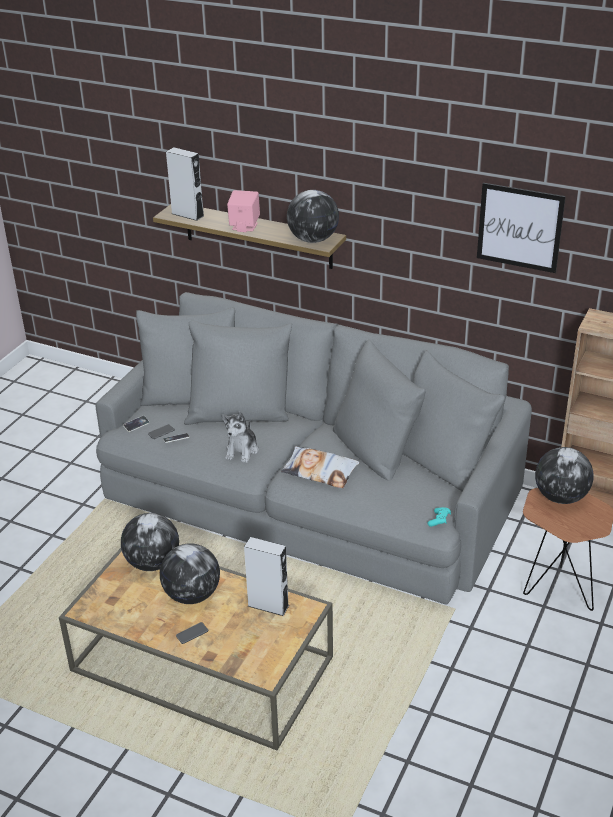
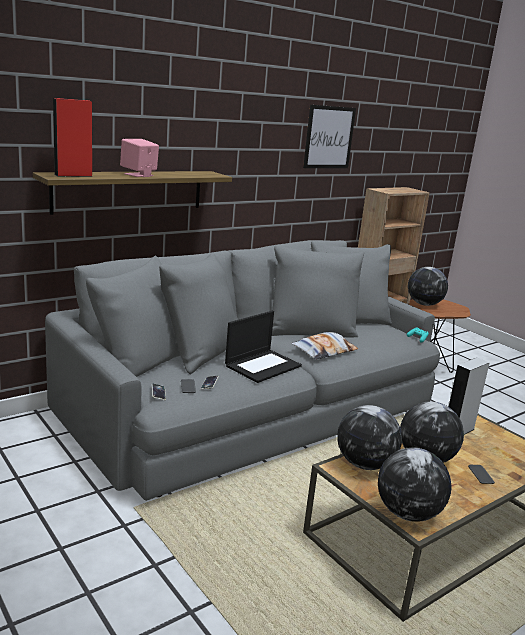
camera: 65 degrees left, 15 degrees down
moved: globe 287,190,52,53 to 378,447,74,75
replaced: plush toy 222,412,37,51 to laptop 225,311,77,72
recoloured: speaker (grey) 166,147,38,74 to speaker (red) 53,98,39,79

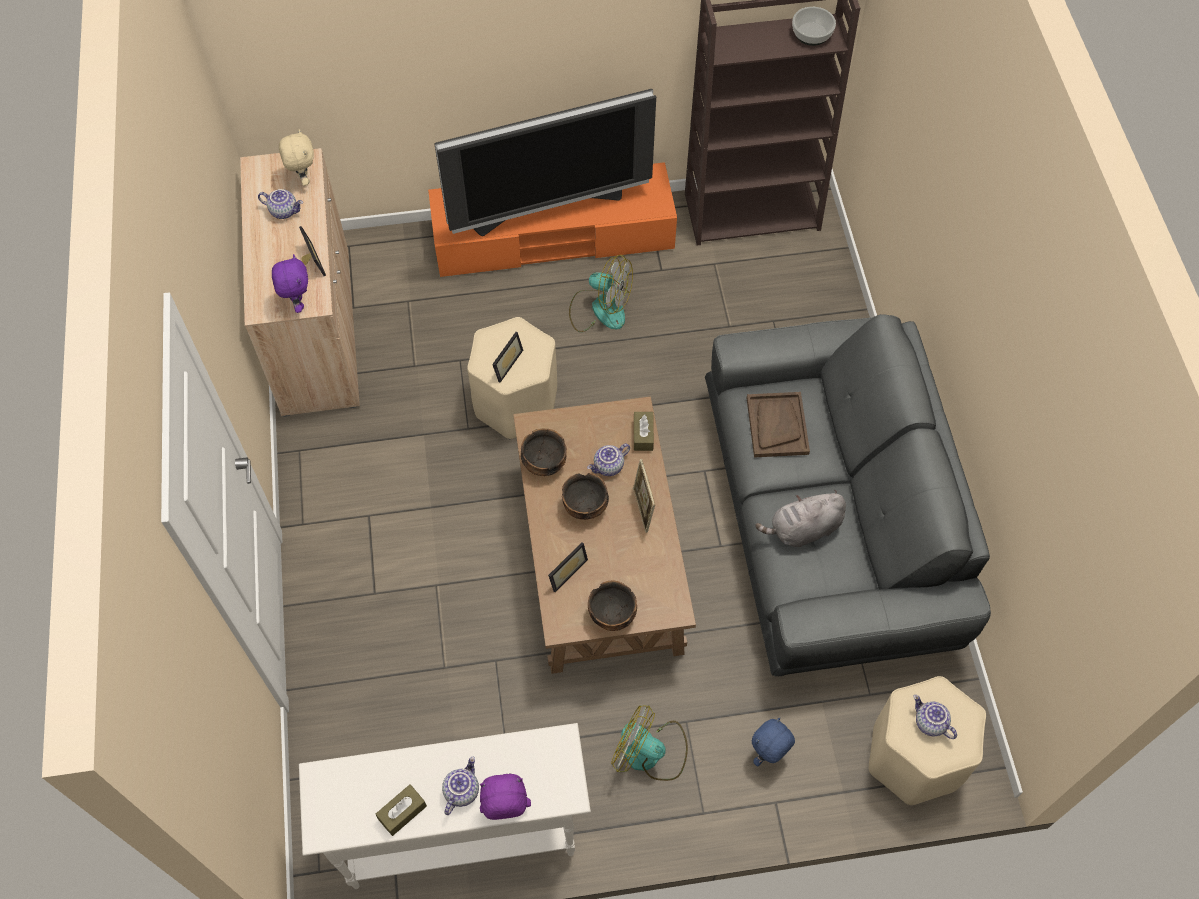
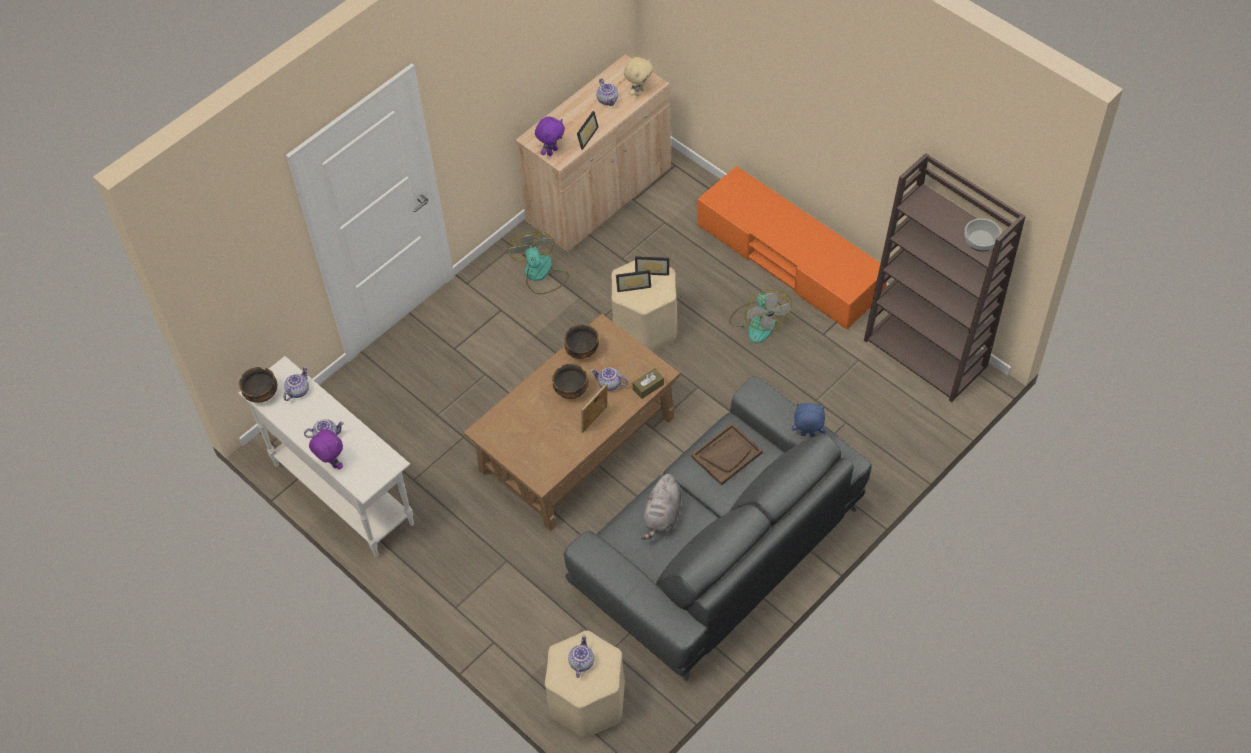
camera: 55 degrees right, 5 degrees down
removed: tissue box (brown) 375,784,52,52; television 434,89,222,147
added: teapot 283,366,26,35
moved: picture frame 548,542,40,50 to 635,256,34,20; bowl 588,580,49,51 to 239,367,38,36; fan 611,705,77,76 to 507,231,62,63; plush toy (blue) 752,718,43,48 to 792,403,33,34
turned: plush toy (grey) 755,490,91,57 = 641,474,41,66 105 degrees counterclockwise

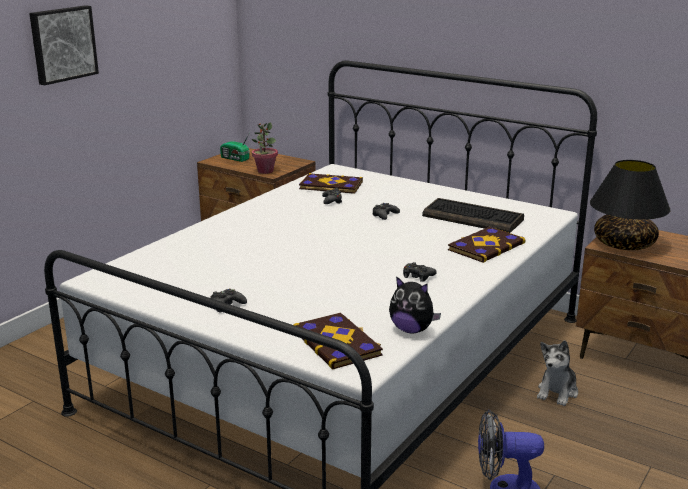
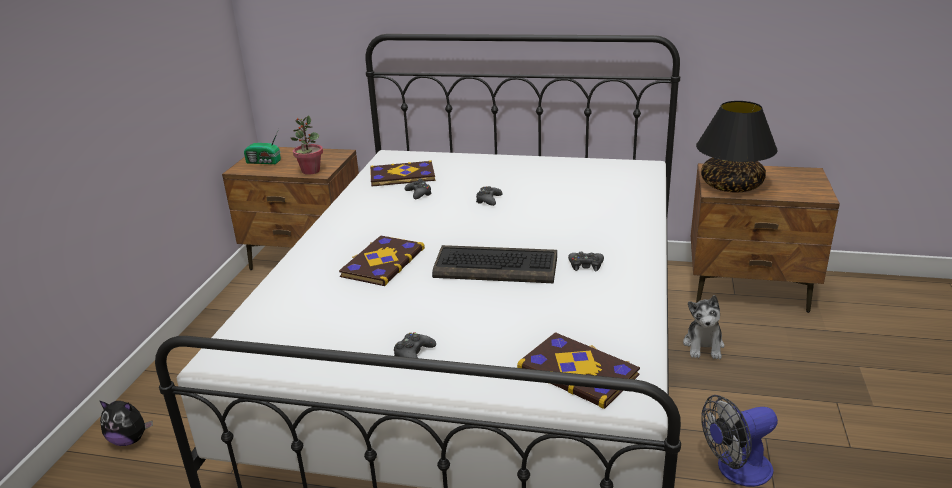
camera: 20 degrees left, 5 degrees up
removed: picture 29,5,70,80
moved: plush toy 389,276,52,58 to 99,400,54,46; keyboard 422,198,102,35 to 432,245,125,38; book 448,227,77,36 to 339,236,86,50

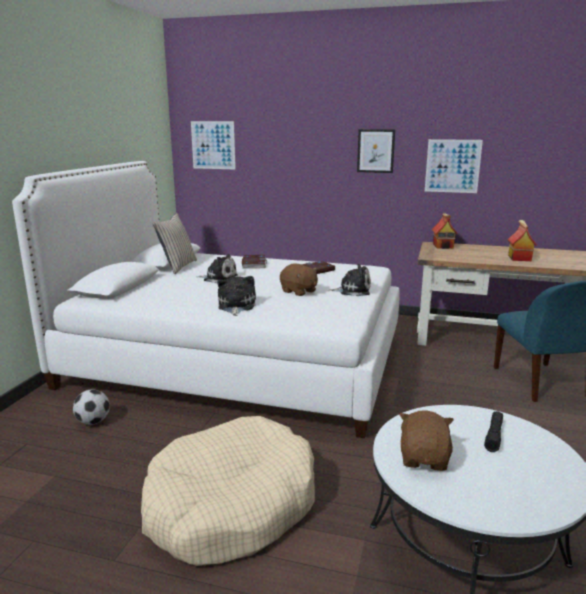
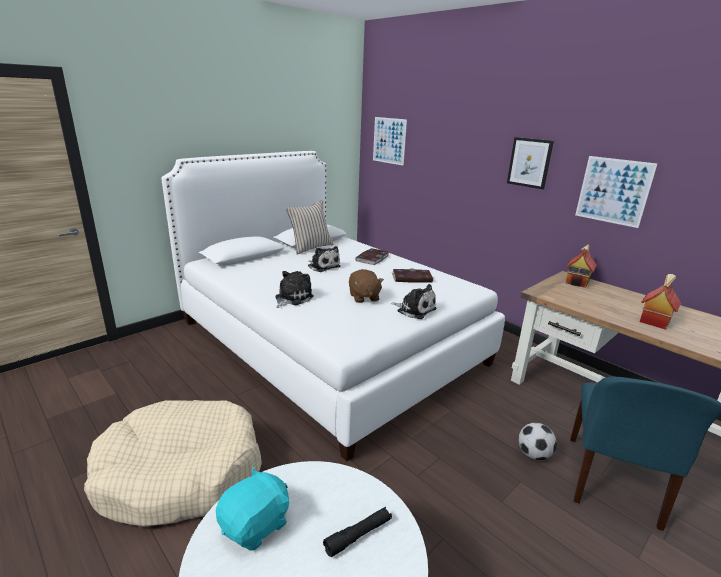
camera: 30 degrees right, 5 degrees up
moved: football 73,389,37,36 to 518,423,39,37
recoloured: plush toy (brown) 399,411,55,60 to plush toy (turquoise) 216,467,73,83

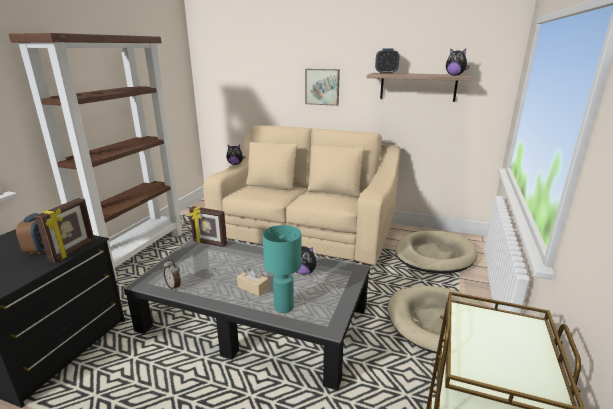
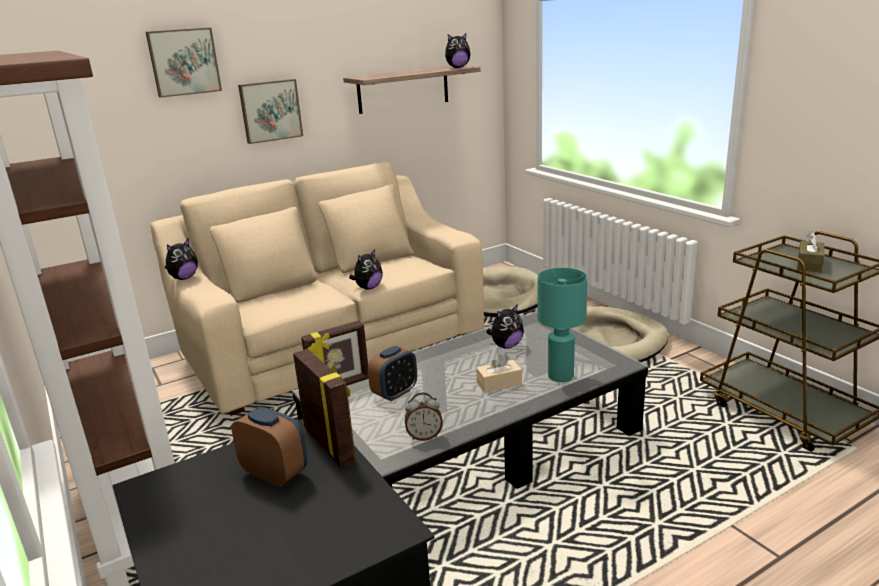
camera: 50 degrees left, 0 degrees up
added: picture 146,28,76,70; plush toy 349,249,34,41; tissue box (brown) 797,231,28,41
moved: alarm clock 375,49,24,25 to 368,346,49,56

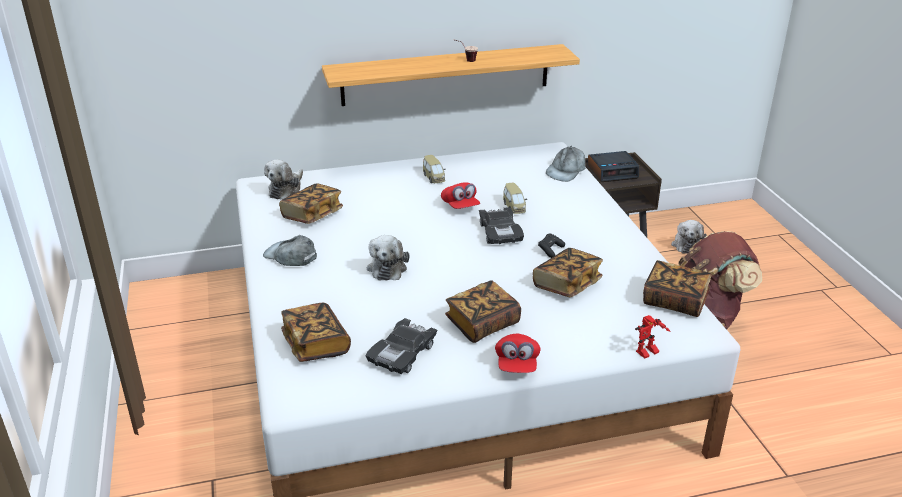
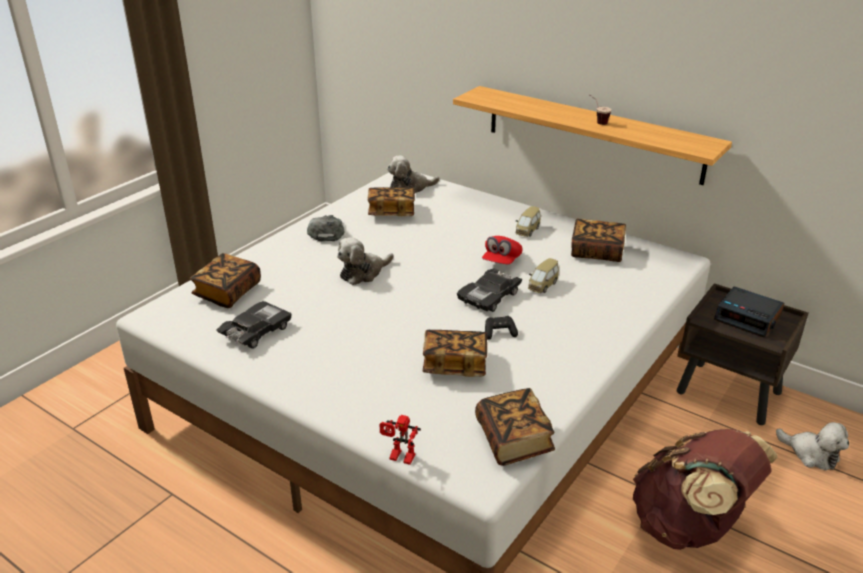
camera: 50 degrees right, 0 degrees up
removed: cap (red) 495,334,46,39; cap (grey) 546,146,40,36
moved: book 445,280,76,63 to 571,219,55,43
turned: toy car (black) 365,318,72,56 = 216,301,76,48 135 degrees clockwise; plush toy 671,220,36,34 = 776,422,73,48 105 degrees counterclockwise

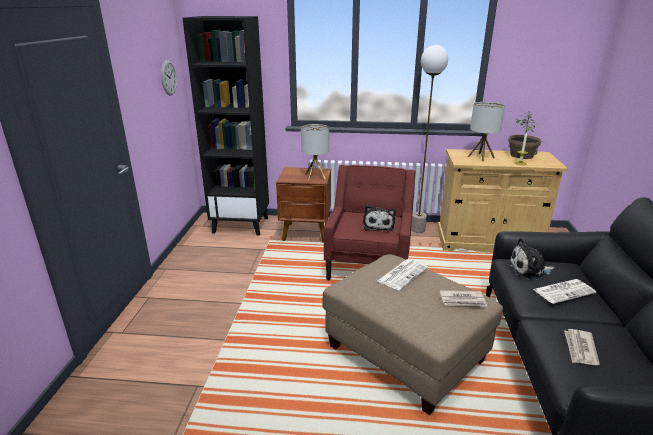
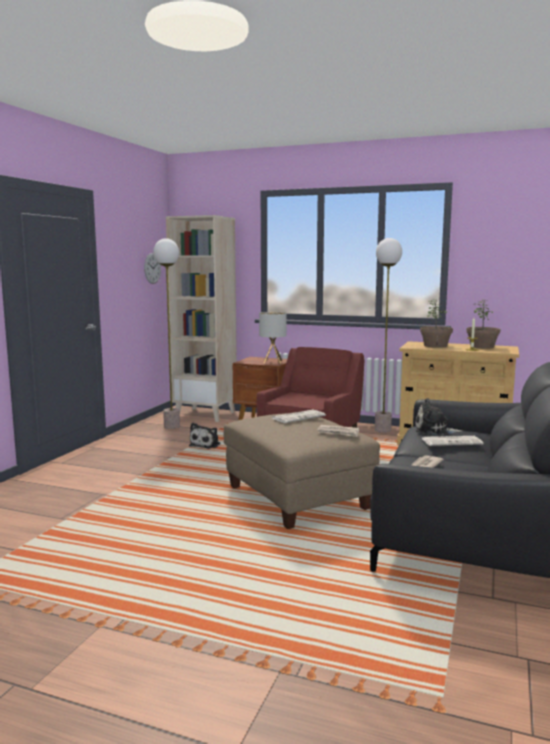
camera: 15 degrees right, 15 degrees down
added: floor lamp 153,238,27,191
moved: plush toy 363,205,33,26 to 189,423,32,26
replaced: table lamp 467,102,38,59 to potted plant 420,299,33,49
recoloured: bookcase (black) 182,16,87,220 to bookcase (beige) 166,215,71,207

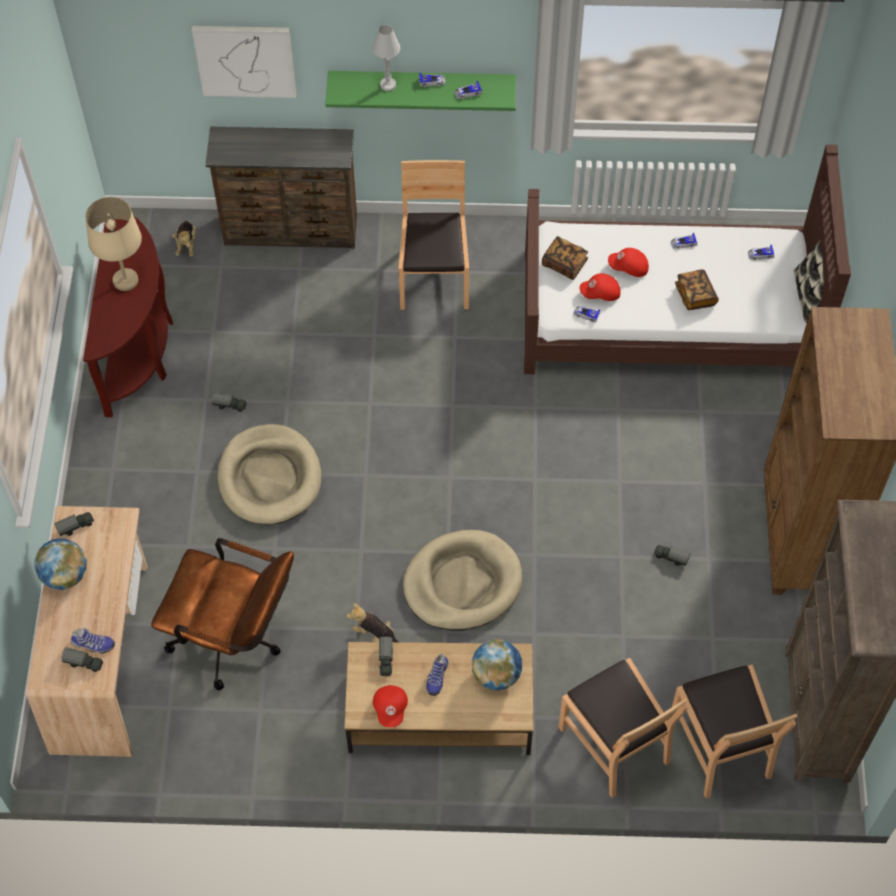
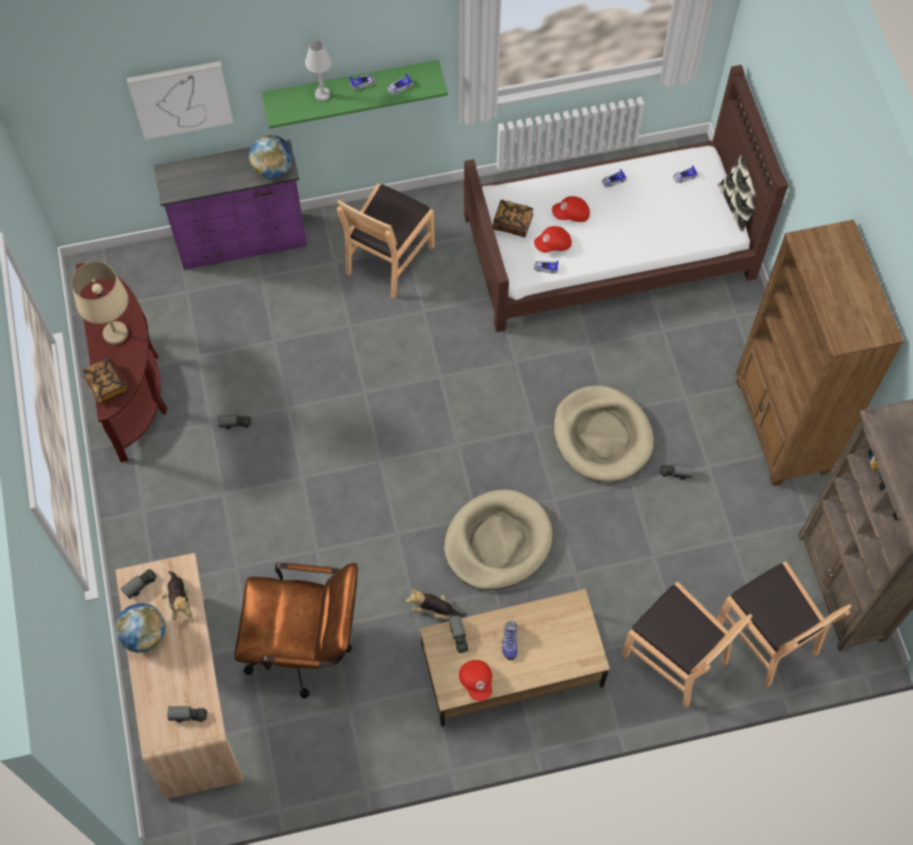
camera: 15 degrees left, 5 degrees up
removed: shoe 71,628,44,25
moved: plush toy 172,220,24,37 to 162,571,31,50; dog bed (beige) 218,424,103,100 to 553,385,101,97; globe 472,639,50,52 to 249,135,44,44; book 675,269,44,41 to 83,358,46,46
recoloured: dresser (brown) 205,127,152,121 to dresser (purple) 153,140,154,130
turned: chair (brown) 398,160,71,150 = 337,183,98,116 135 degrees counterclockwise

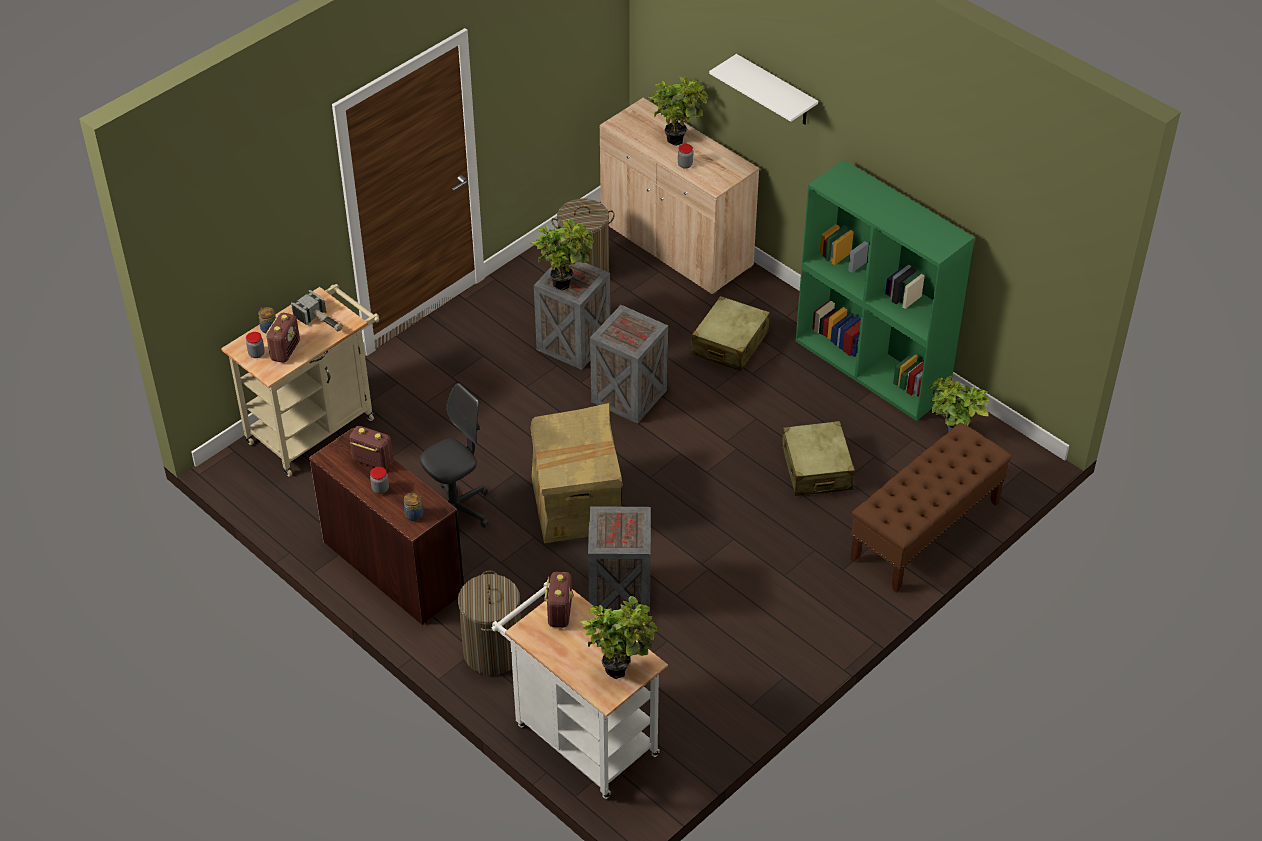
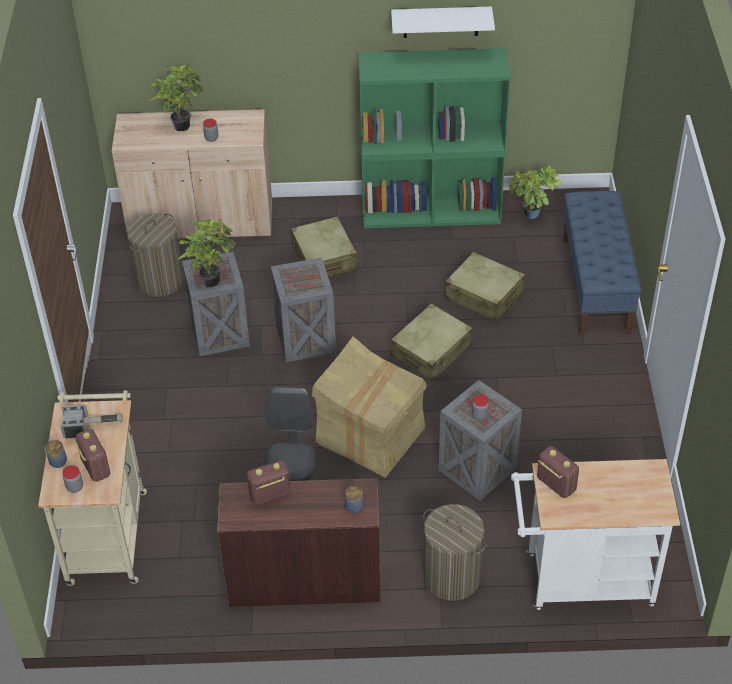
camera: 45 degrees left, 0 degrees up
removed: potted plant 580,596,77,83
added: suitcase (beige) 391,303,81,79
moved: jar 370,467,19,27 to 472,394,17,26; shelf (white) 709,54,109,71 to 391,7,104,31
recoloured: bench (brown) 850,423,162,170 to bench (blue) 563,191,78,144

